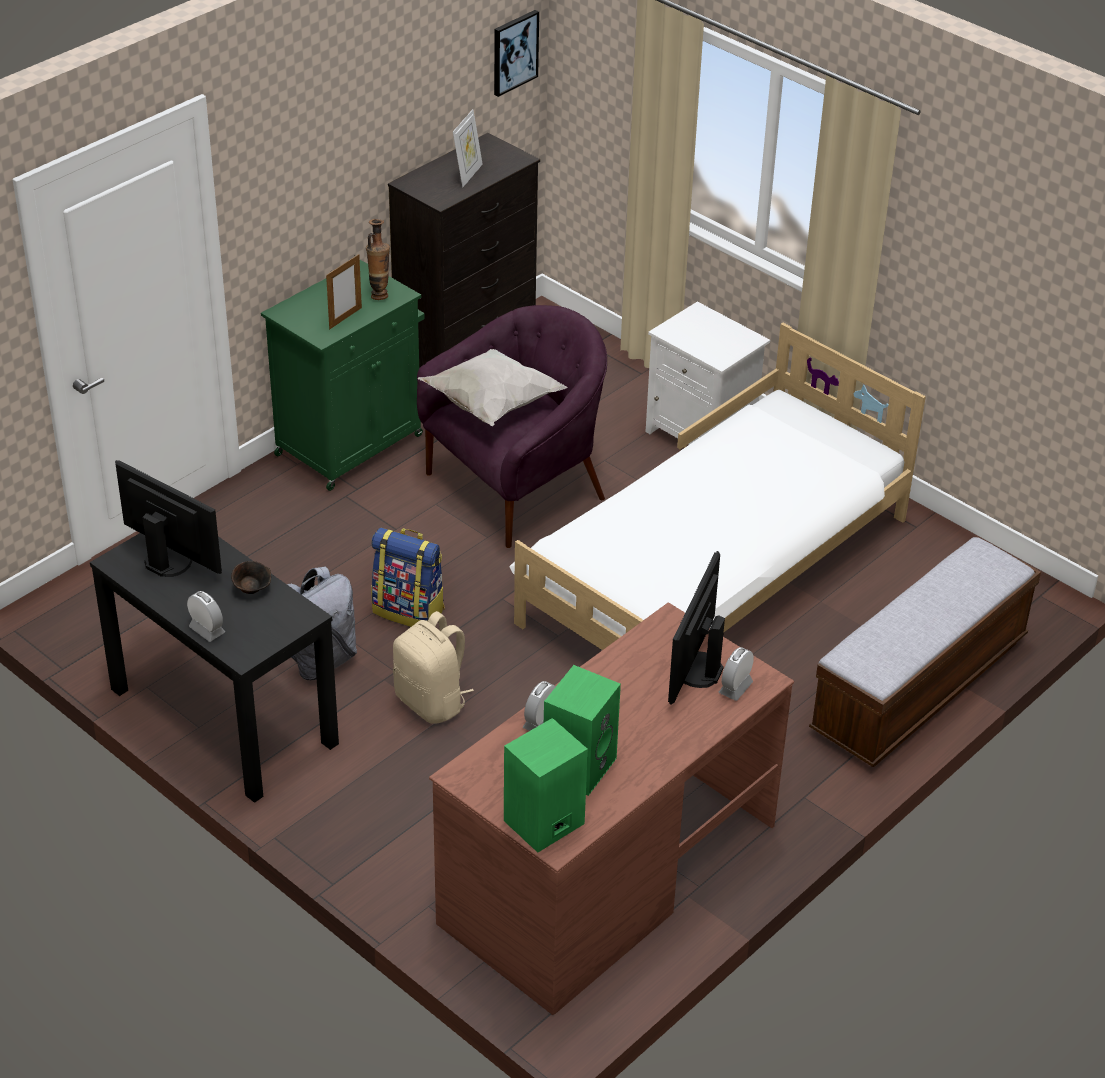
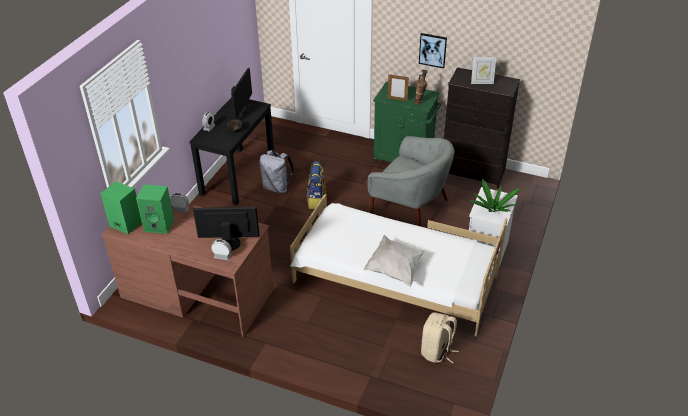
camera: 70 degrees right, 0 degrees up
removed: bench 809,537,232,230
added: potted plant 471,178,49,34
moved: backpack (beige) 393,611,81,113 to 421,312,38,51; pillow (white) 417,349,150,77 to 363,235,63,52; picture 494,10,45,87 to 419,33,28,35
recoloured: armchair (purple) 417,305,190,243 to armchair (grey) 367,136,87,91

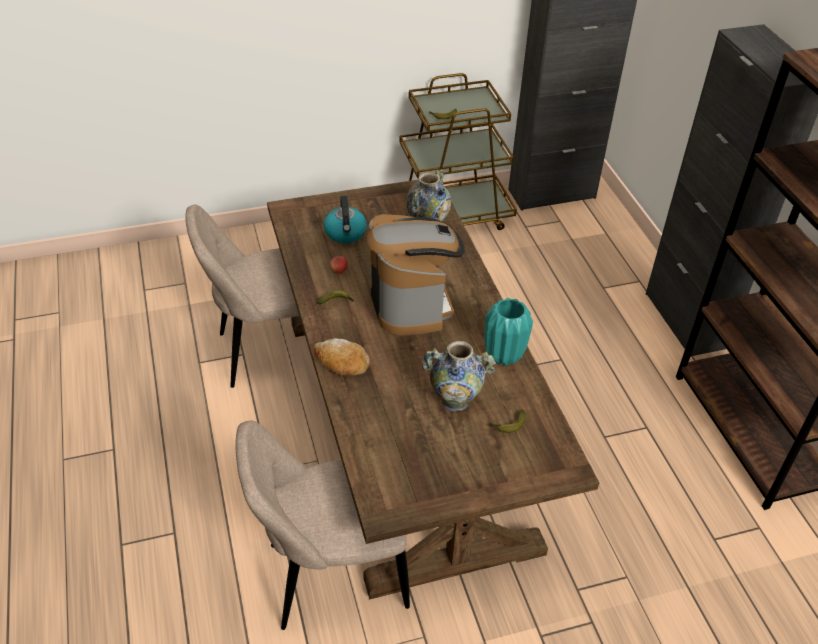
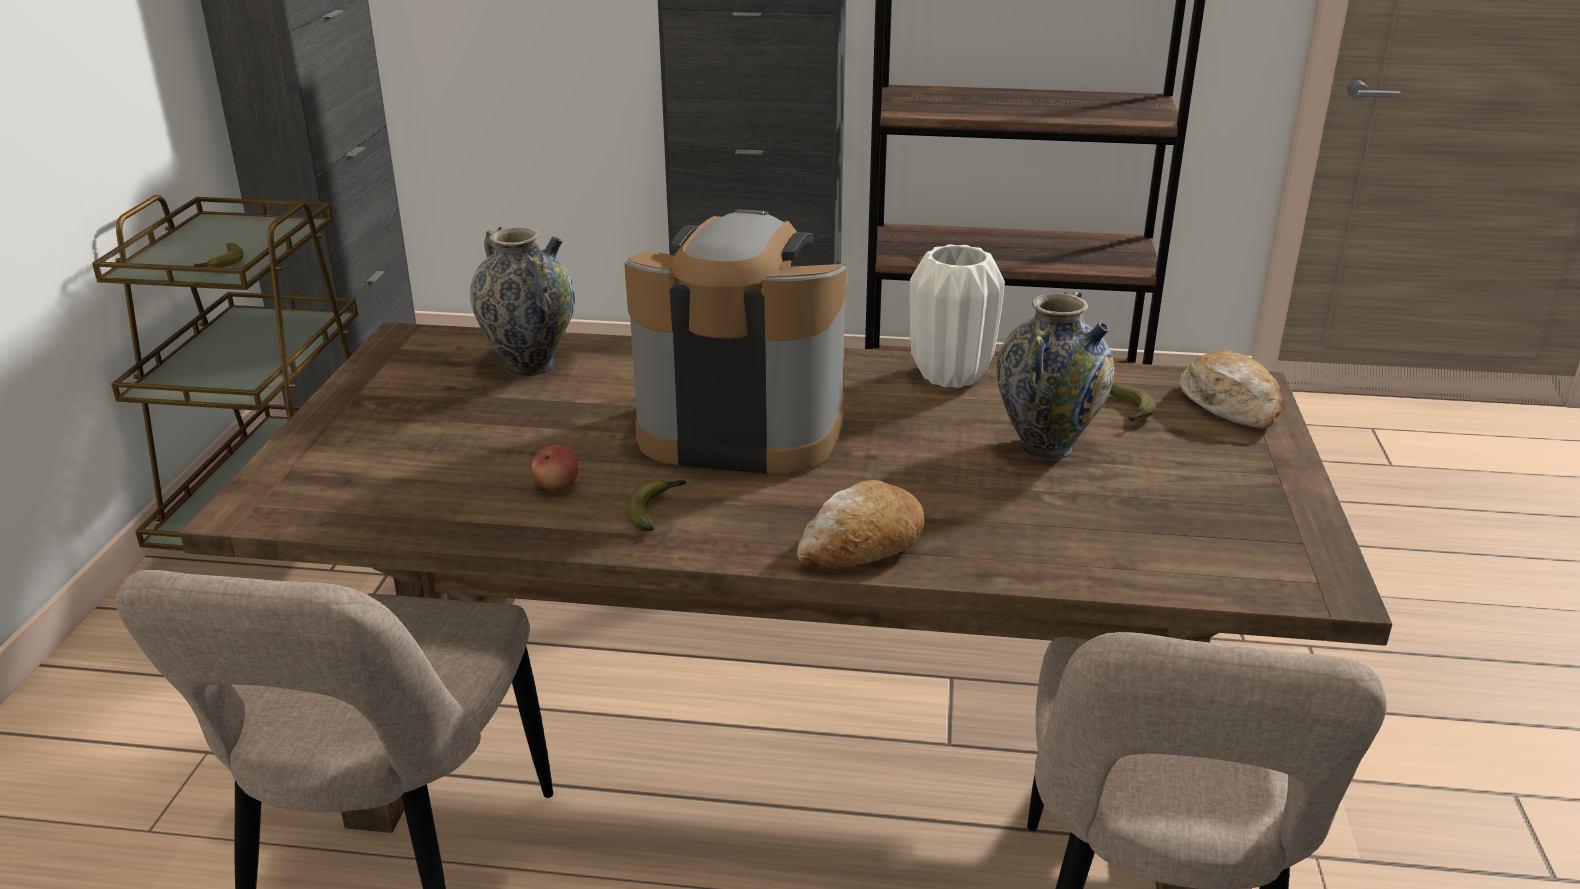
camera: 65 degrees left, 15 degrees down
removed: kettle 324,196,43,47
added: bread 1180,351,103,77
recoloured: vase (turquoise) 485,298,48,68 to vase (white) 909,244,96,144

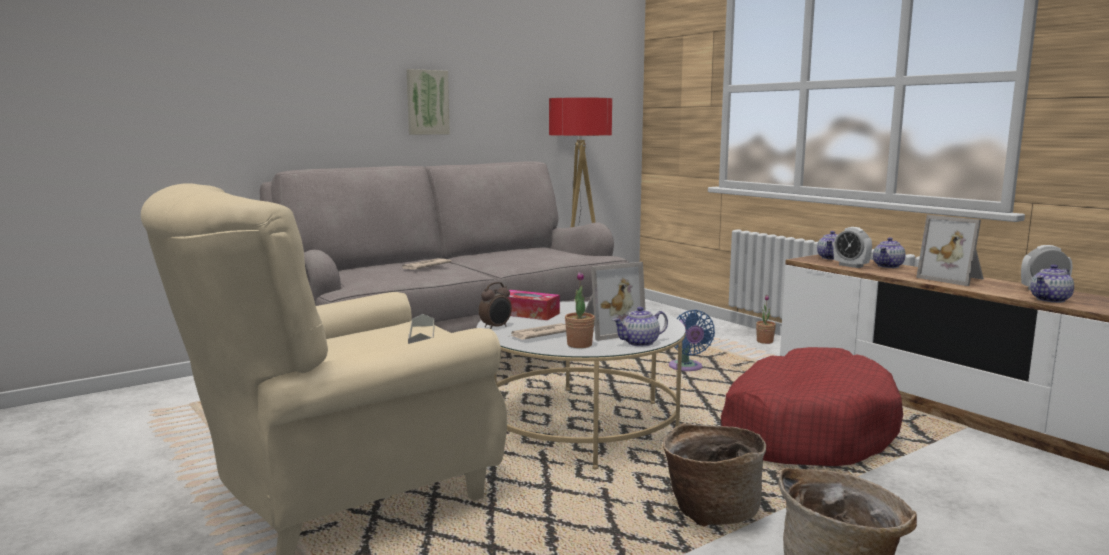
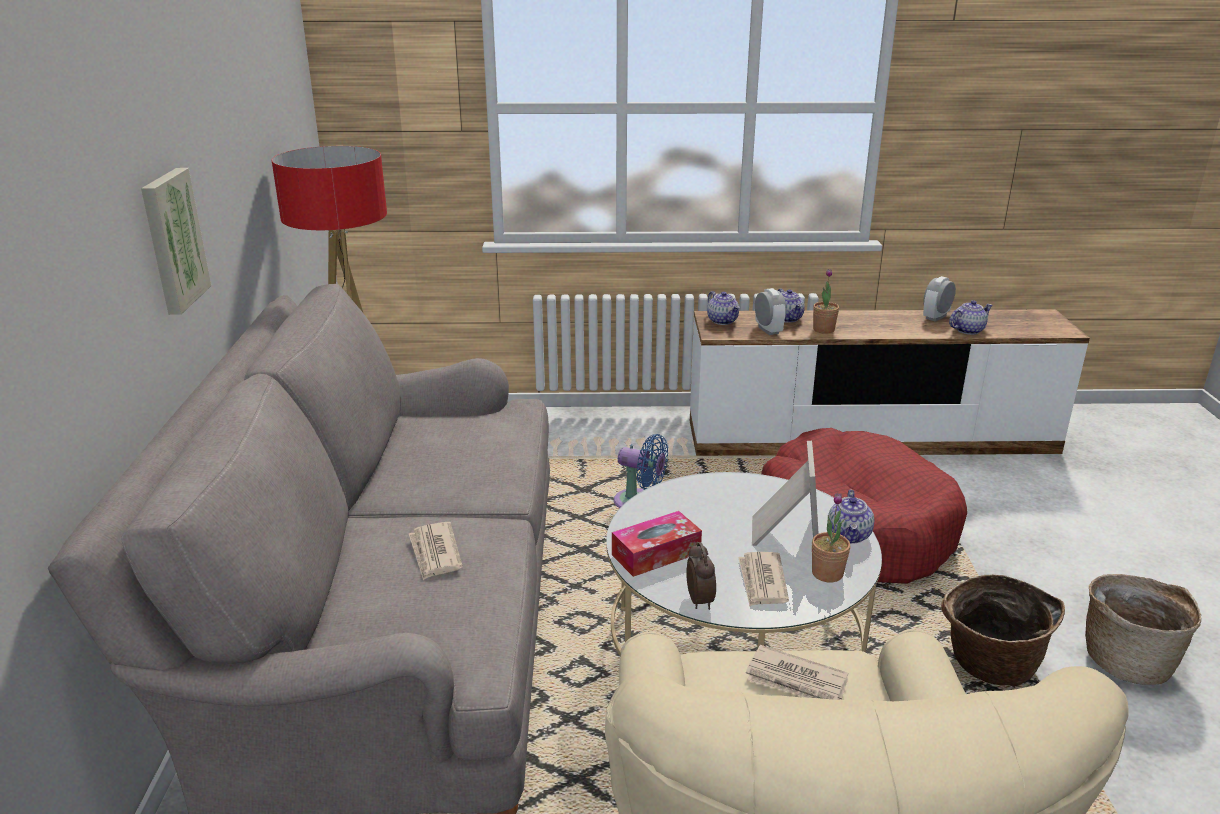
camera: 55 degrees left, 15 degrees up
removed: picture frame 916,215,68,71
moved: potted plant 756,295,20,49 to 813,269,26,65
replaced: tray (grey) 408,314,27,30 to newspaper 746,645,102,55
turned: alarm clock 833,227,39,41 = 755,288,31,47 105 degrees counterclockwise; teapot 1031,264,43,39 = 949,300,44,35 120 degrees counterclockwise

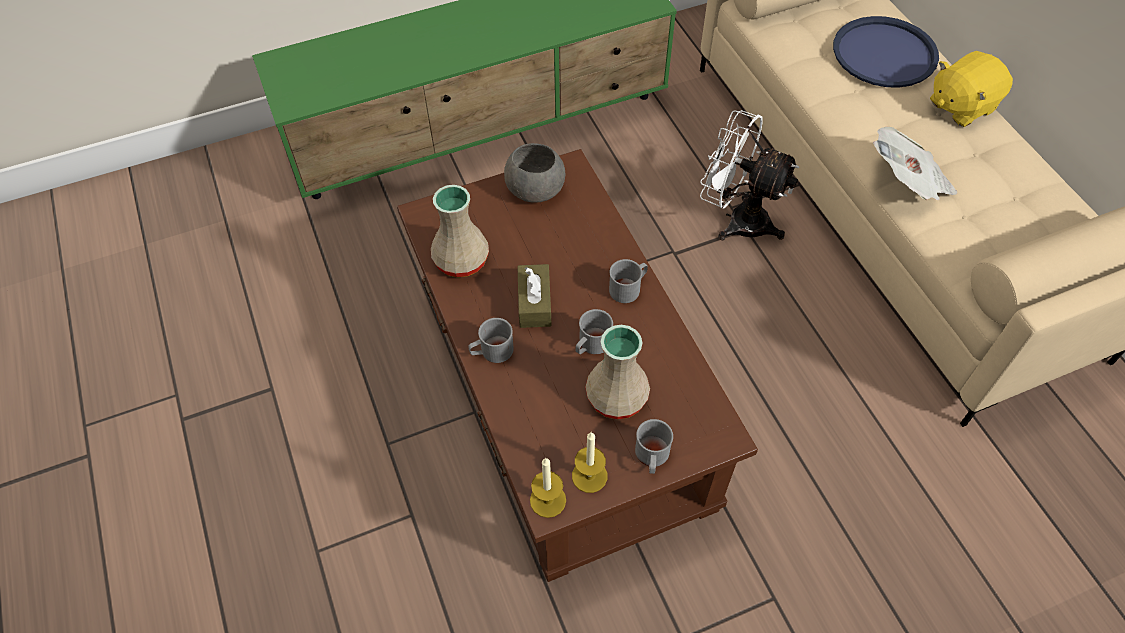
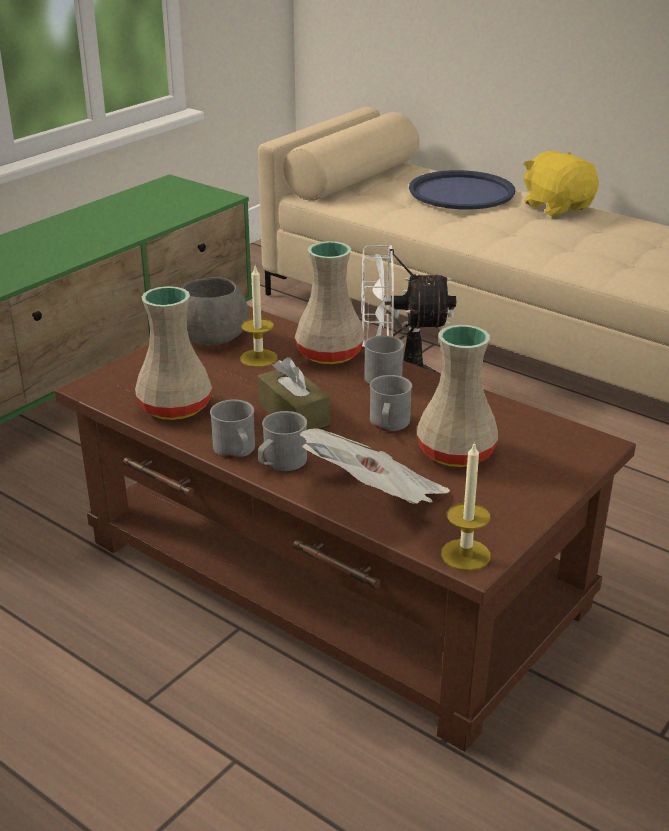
camera: 30 degrees left, 25 degrees down
added: vase (beige) 295,241,70,123
moved: candle 572,432,35,61 to 240,266,37,101; mug (grey) 635,419,38,55 to 210,400,45,58; newspaper 873,127,84,73 to 300,428,150,76
turned: plush toy (yellow) 930,51,83,76 = 524,151,75,65 120 degrees clockwise

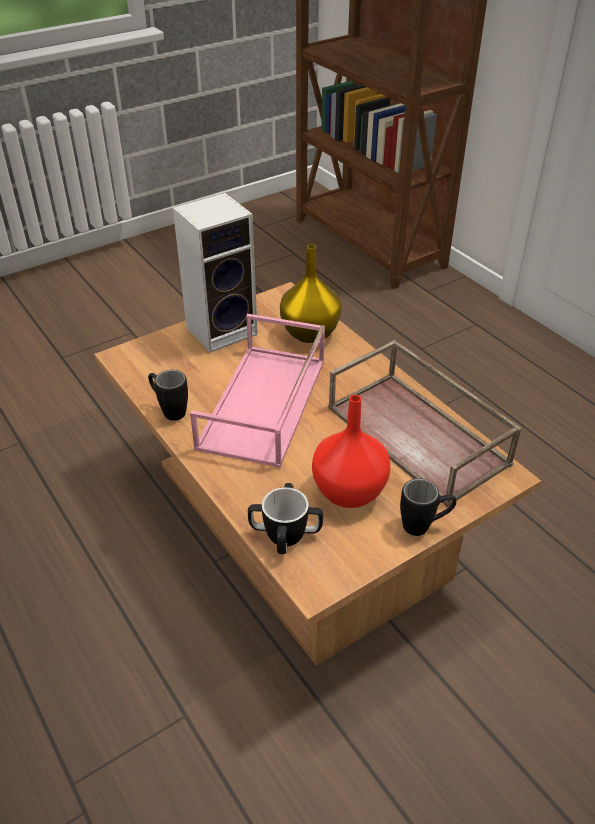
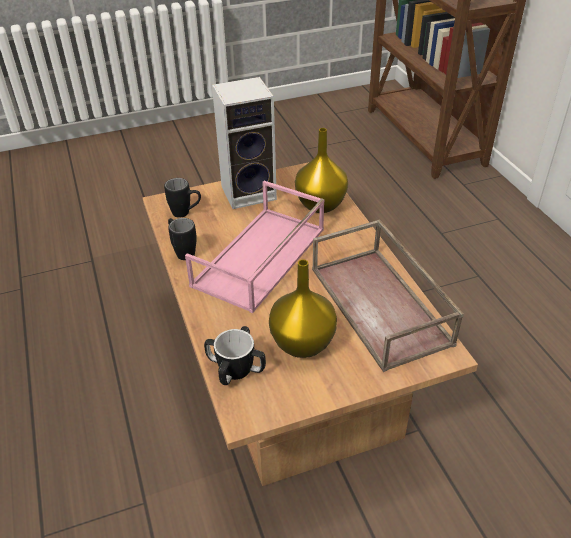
camera: 15 degrees right, 0 degrees up
moved: mug (black) 400,478,57,58 to 164,178,37,40
recoloured: vase (red) 312,395,78,113 to vase (yellow) 269,259,68,99

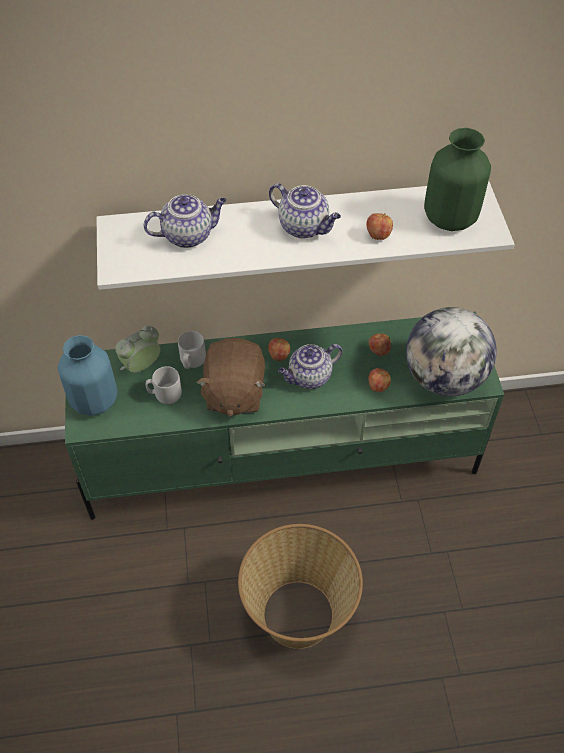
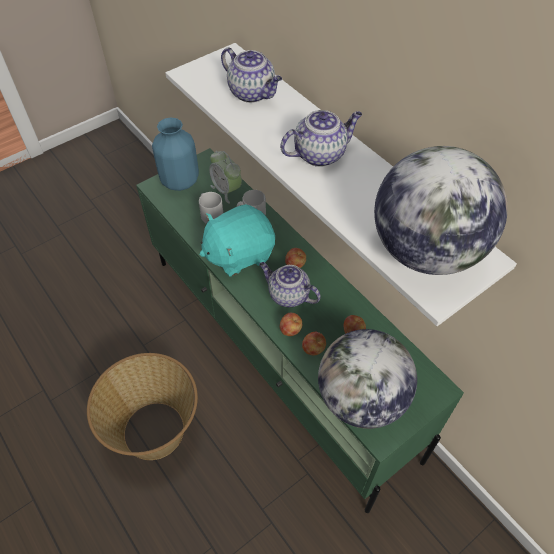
camera: 60 degrees right, 0 degrees up
moved: apple 366,213,27,27 to 280,313,22,23
replaced: vase (green) 424,128,67,103 to globe 374,146,134,129
recoloured: plush toy (brown) 196,338,70,79 to plush toy (turquoise) 200,204,75,73
turned: alarm clock 116,326,44,46 = 209,151,33,53 150 degrees counterclockwise; teapot 269,183,72,56 = 280,110,82,57 120 degrees counterclockwise

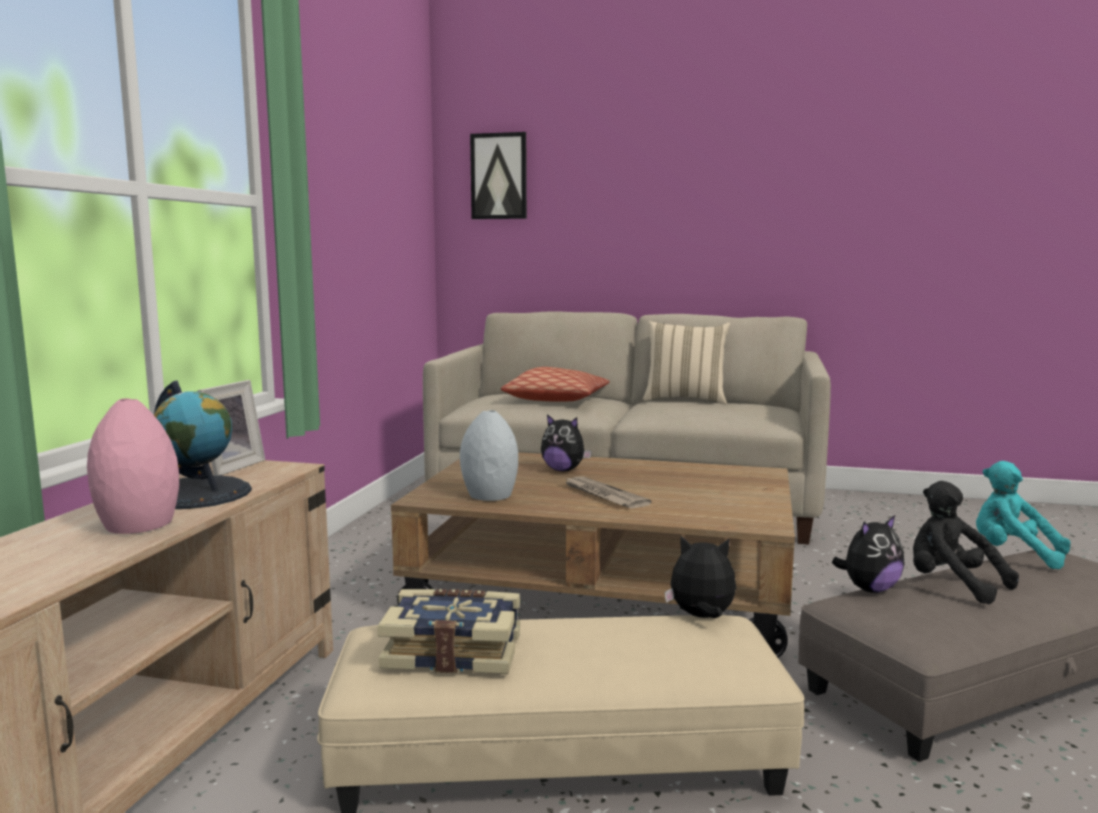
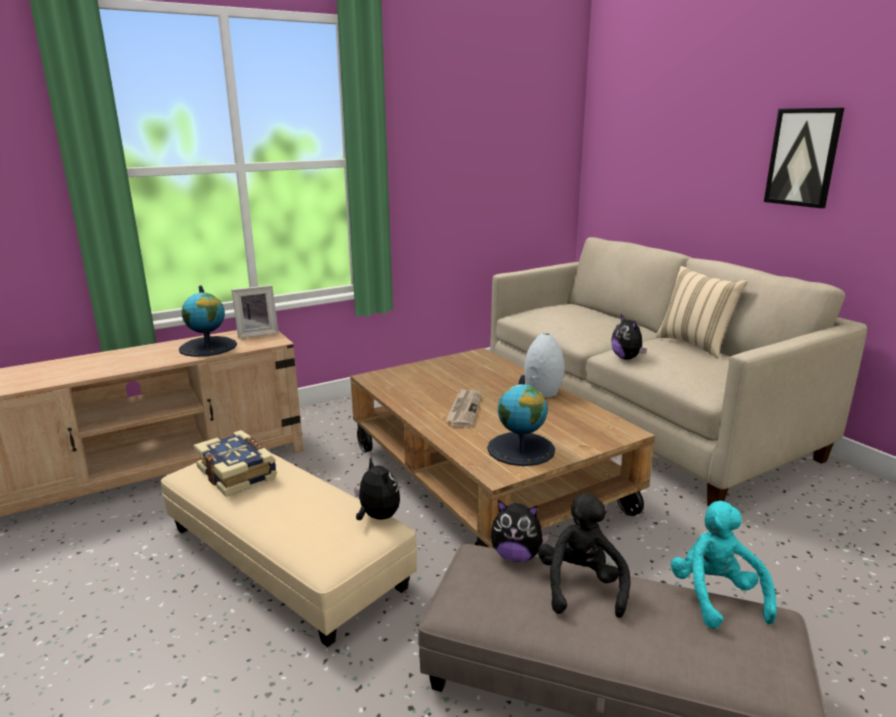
camera: 45 degrees right, 10 degrees up
removed: vase (pink) 87,398,92,136; pillow 501,367,109,35
added: globe 487,375,68,91
moved: vase (grey) 460,410,58,91 to 524,333,41,65; picture 470,132,57,87 to 764,108,80,100; plush toy 541,414,51,57 to 611,314,36,46

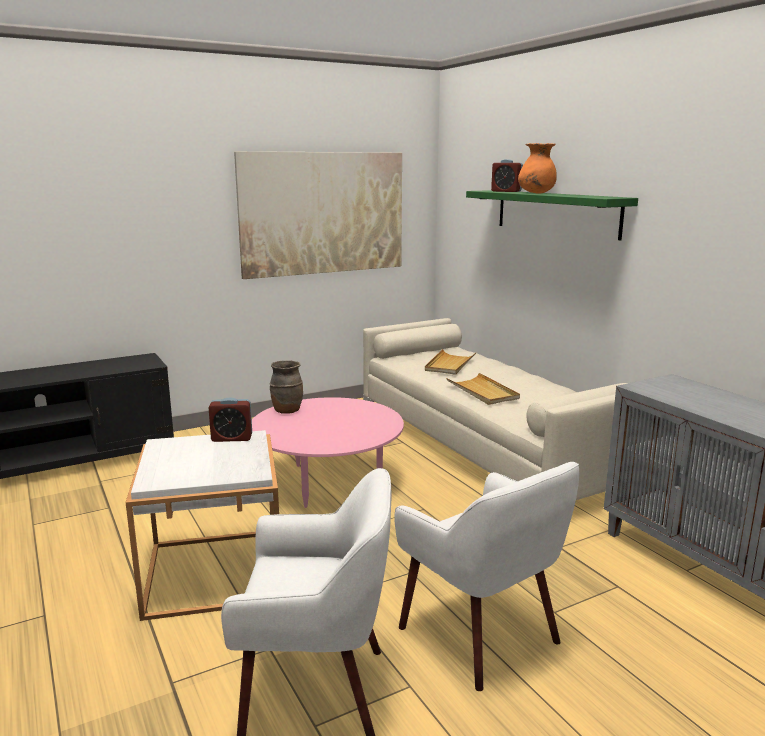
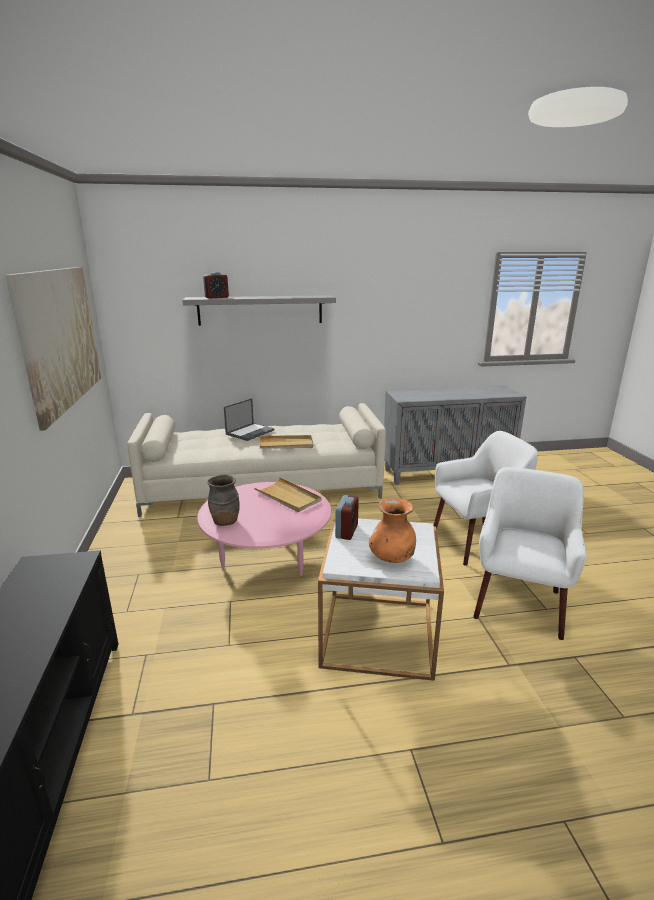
camera: 70 degrees left, 5 degrees up
added: laptop 224,398,51,43
moved: tray (beige) 425,349,51,26 to 254,477,67,35; vase (orange) 518,143,39,51 to 369,498,47,65
recoloured: shelf (green) 466,190,172,51 to shelf (grey) 183,295,153,31

